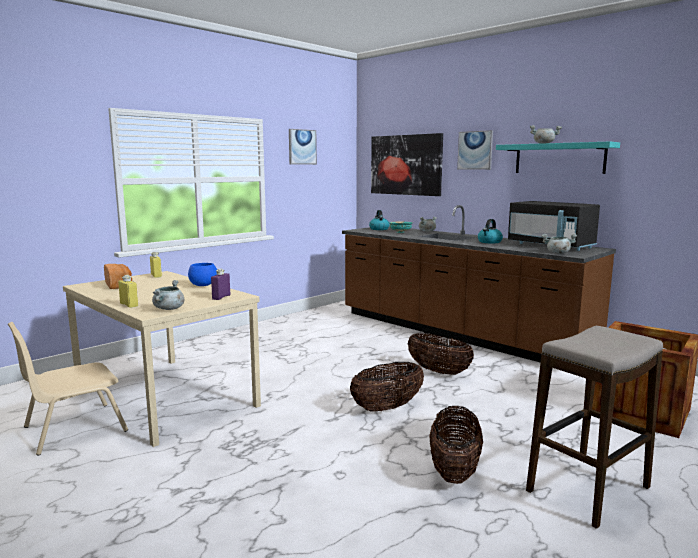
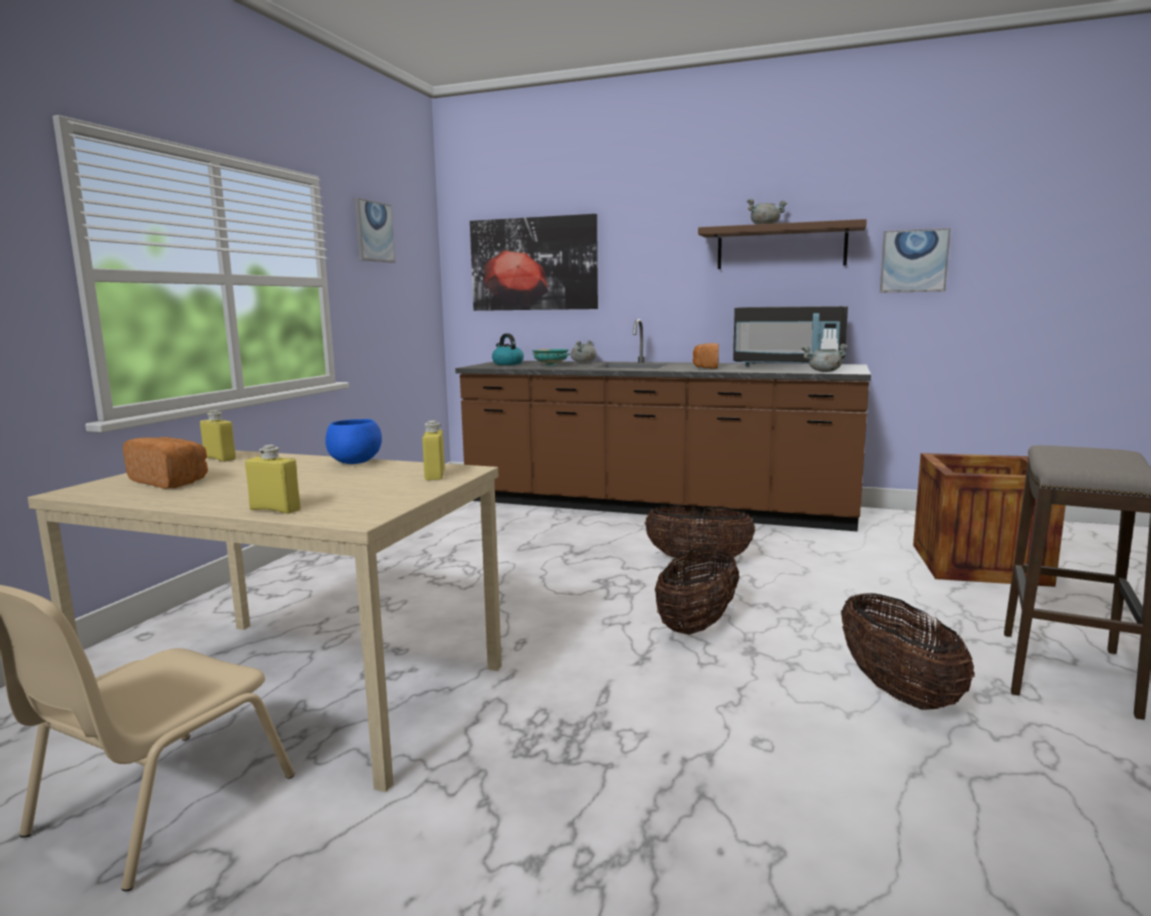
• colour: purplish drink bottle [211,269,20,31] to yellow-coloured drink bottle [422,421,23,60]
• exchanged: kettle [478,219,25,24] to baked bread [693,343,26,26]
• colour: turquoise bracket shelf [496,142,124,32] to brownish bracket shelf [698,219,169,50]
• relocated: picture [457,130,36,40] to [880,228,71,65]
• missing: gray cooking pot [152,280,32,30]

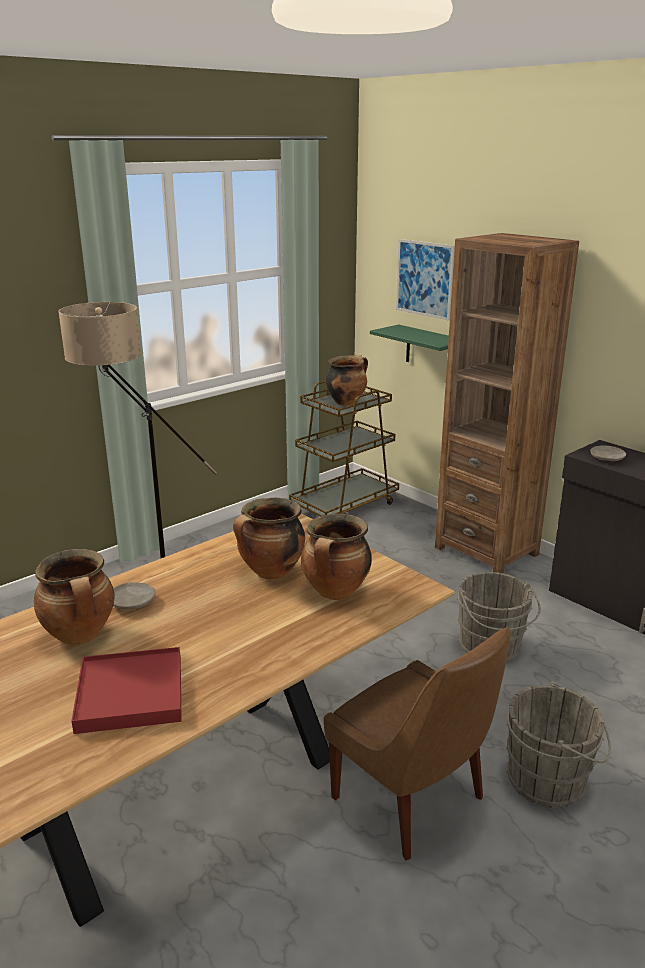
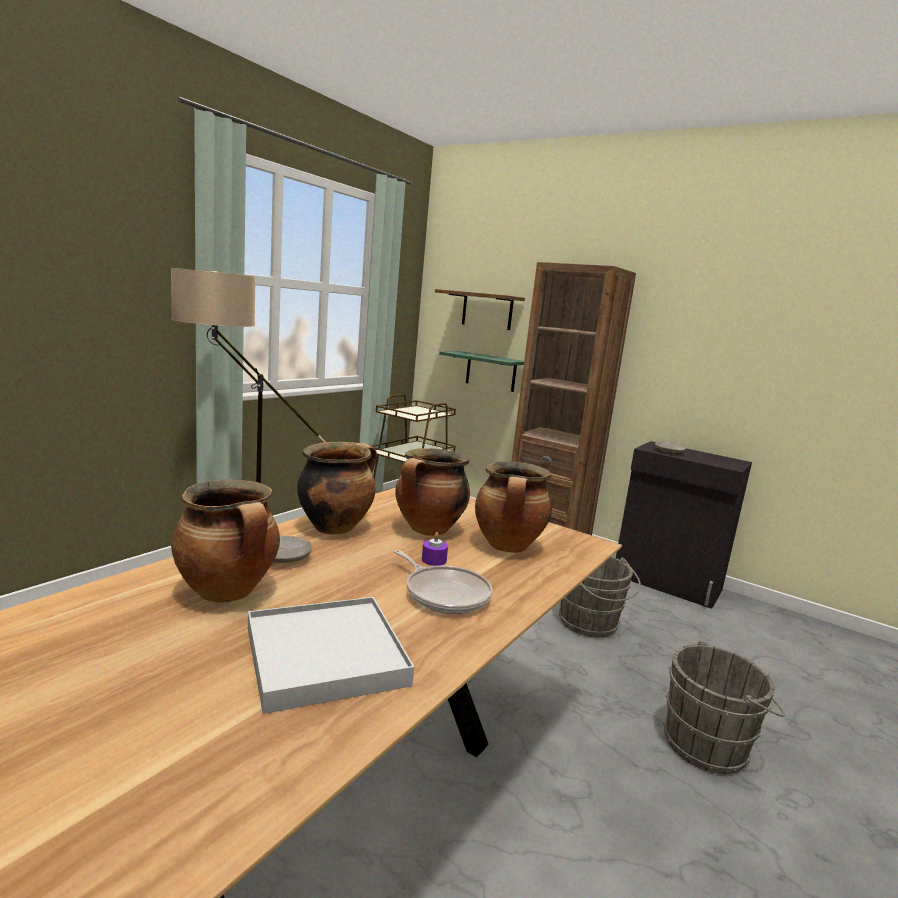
• colour: red-coloured serving tray [71,647,111,87] to white serving tray [248,597,166,117]
• relocated: cooking pot [326,355,42,51] to [297,442,80,93]
• appeared: skillet [394,550,99,64]
• appeared: purplish wax candle [422,532,26,34]
• exchanged: picture [396,239,59,82] to brownish bracket shelf [435,289,90,41]
• missing: brownish plain chair [324,627,187,233]

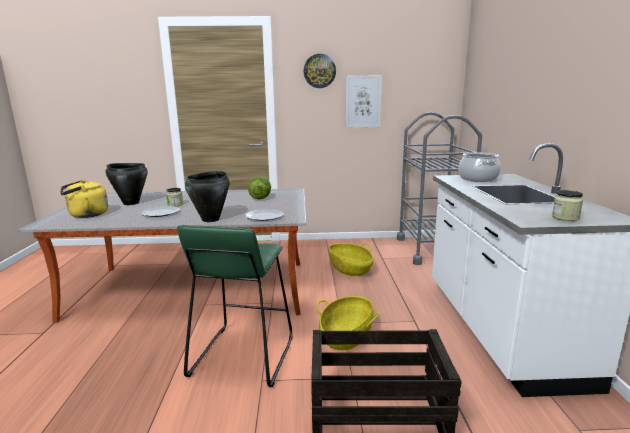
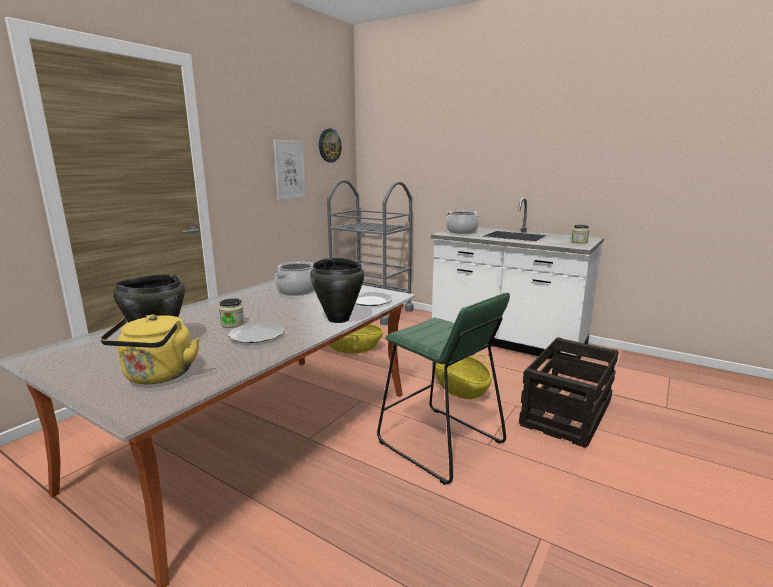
• exchanged: lettuce [248,177,23,22] to cooking pot [275,262,40,33]
• relocated: hanging clock [304,54,32,34] to [319,128,23,34]

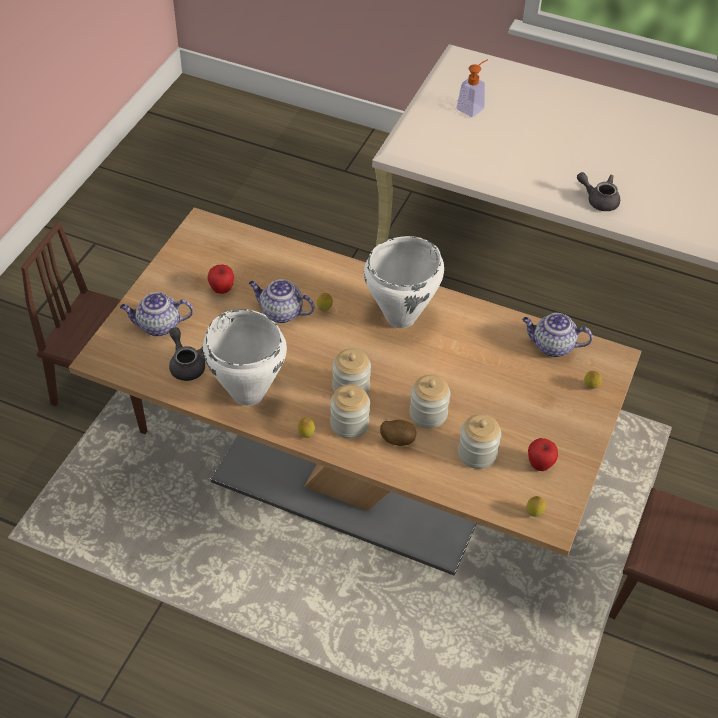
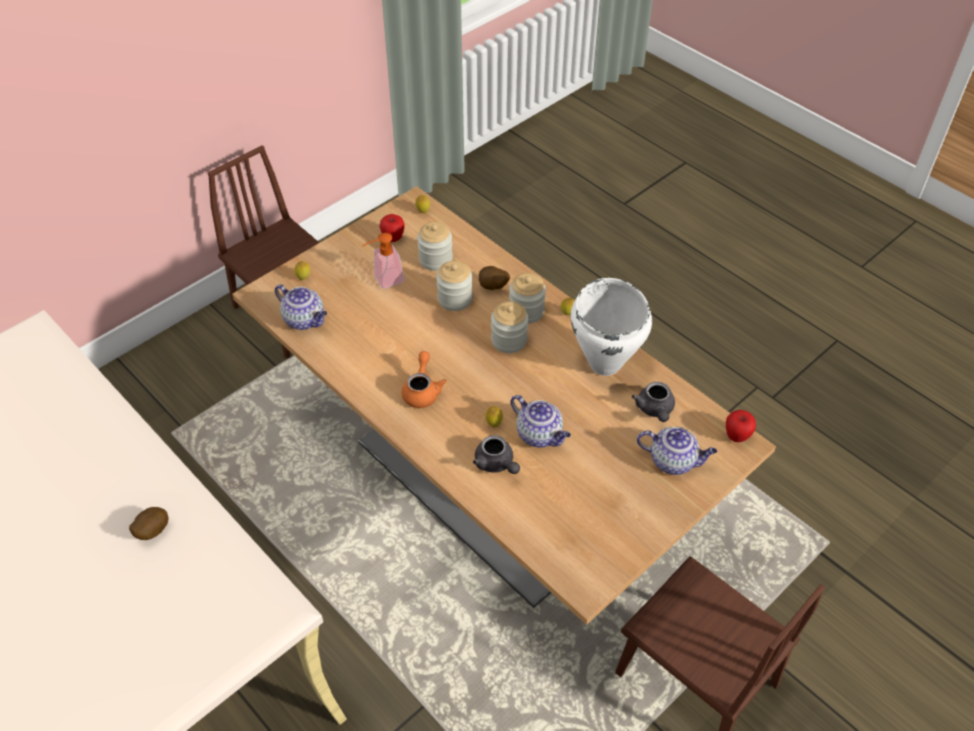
• appeared: potato [129,507,40,33]
• relocated: soap dispenser [456,59,32,58] to [362,233,42,56]
• exchanged: white cooking pot [364,236,80,92] to orangey pot for tea [401,351,46,57]
• relocated: gray pot for tea [577,172,43,39] to [473,435,47,39]
• relocated: whole apple [208,264,26,30] to [726,410,30,32]

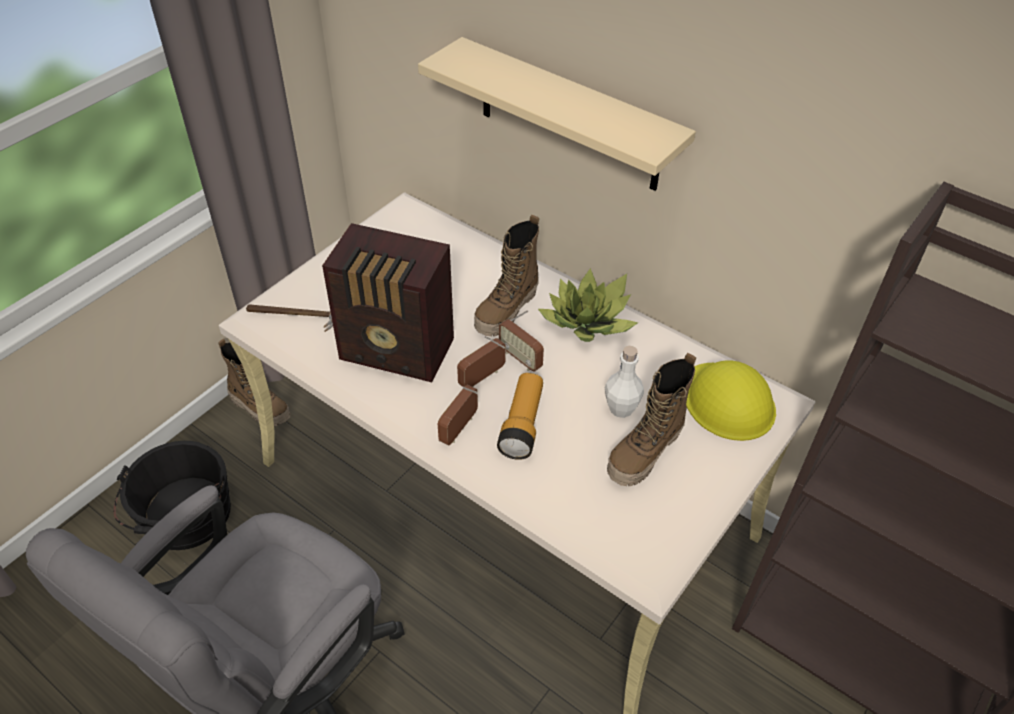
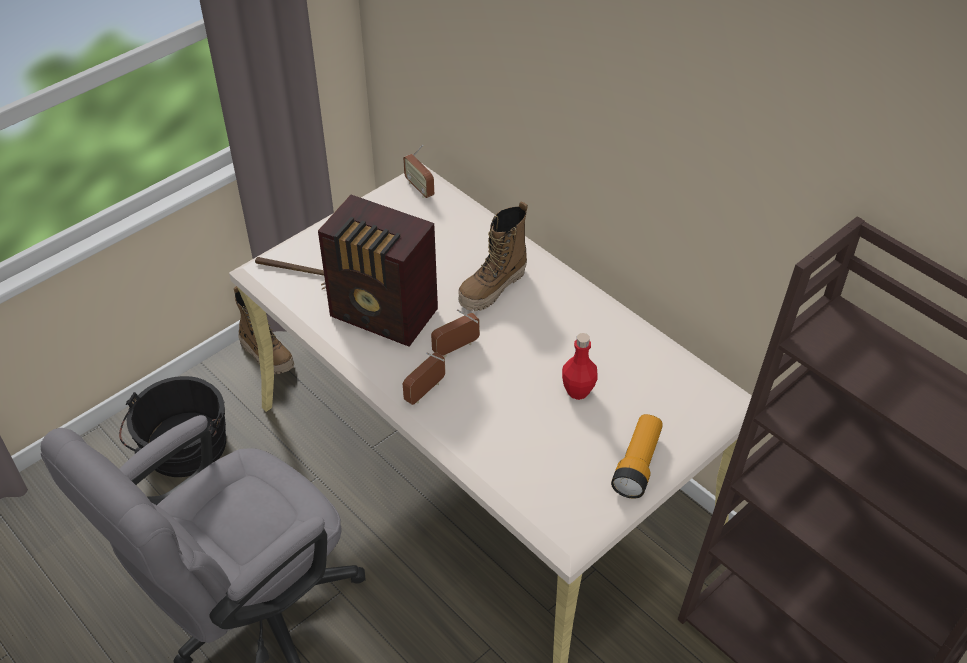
• relocated: radio set [499,310,45,62] to [403,145,31,53]
• colour: white drink bottle [605,346,39,72] to red-coloured drink bottle [562,333,36,67]
• relocated: torch [497,373,46,87] to [611,414,52,85]
• missing: sand-coloured bracket shelf [418,37,278,154]
• missing: potted plant [538,268,100,74]
• missing: boot [607,353,89,133]
• missing: yellow-coloured hard hat [686,360,90,81]

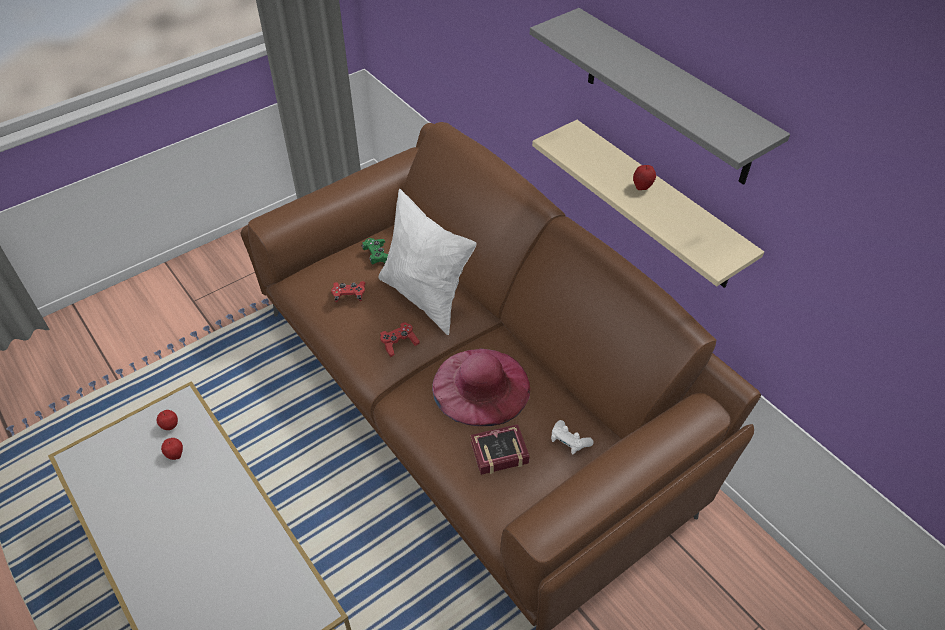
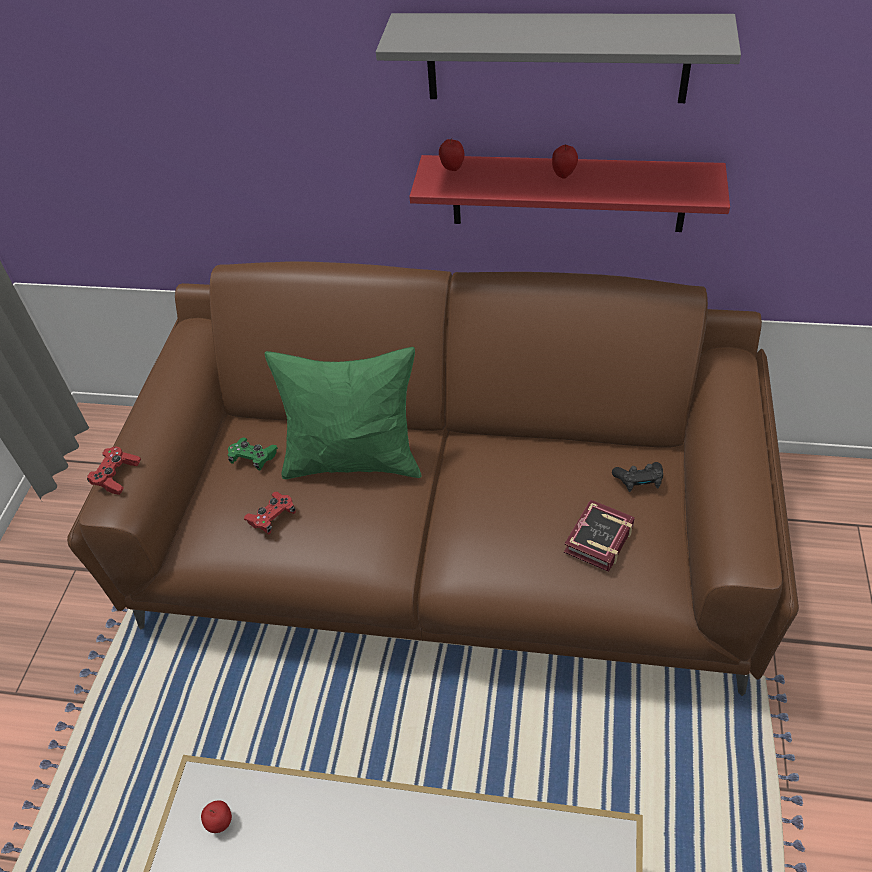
• relocated: red-coloured joypad [380,322,40,35] to [87,447,54,48]
• colour: white throw pillow [378,189,99,146] to green-coloured throw pillow [265,347,157,132]
• colour: sand-coloured bracket shelf [532,120,232,168] to red-coloured bracket shelf [409,155,321,77]
• relocated: whole apple [161,438,22,22] to [439,137,25,34]
• colour: white joypad [551,420,43,35] to black-coloured joypad [612,462,51,30]
• missing: pinkish hat [432,349,98,77]

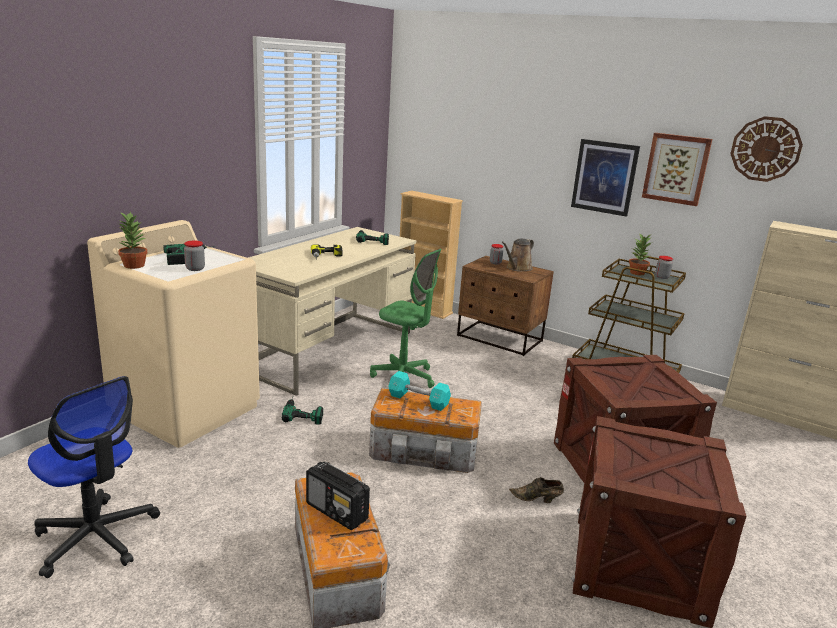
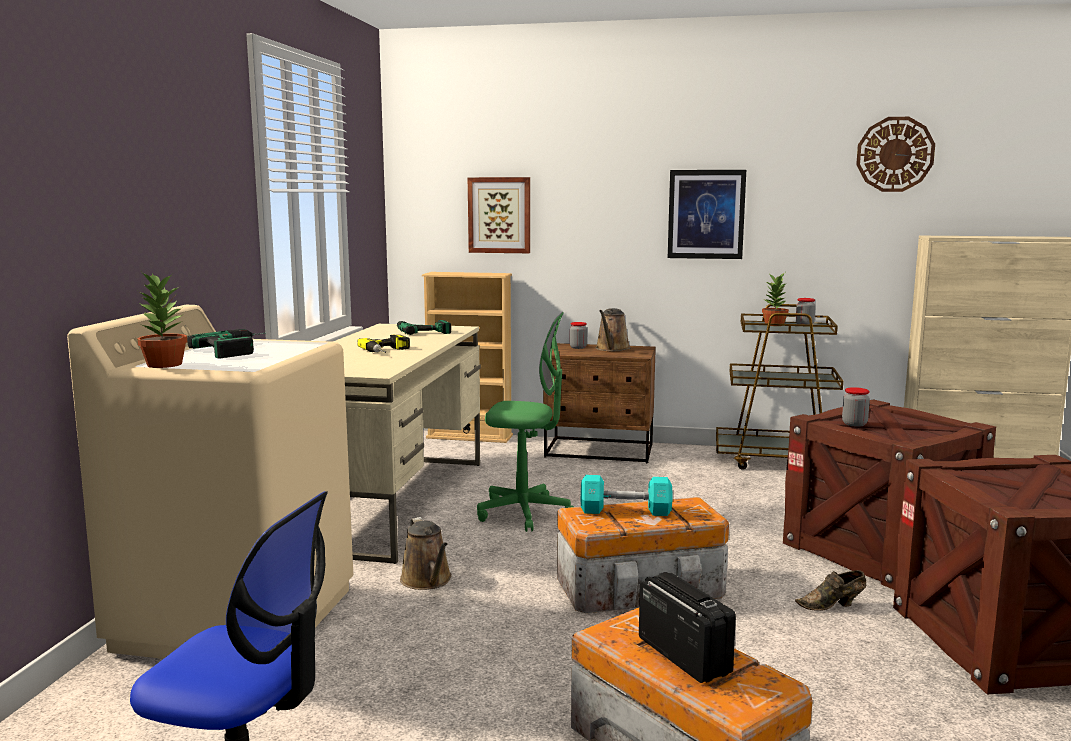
• exchanged: drill [282,397,41,28] to brownish watering can [400,517,52,73]
• relocated: picture [642,133,70,73] to [468,177,62,76]
• spun: radio set [306,462,64,68] = [639,572,97,111] 135 degrees counterclockwise
• relocated: jar [184,241,21,30] to [842,387,28,40]

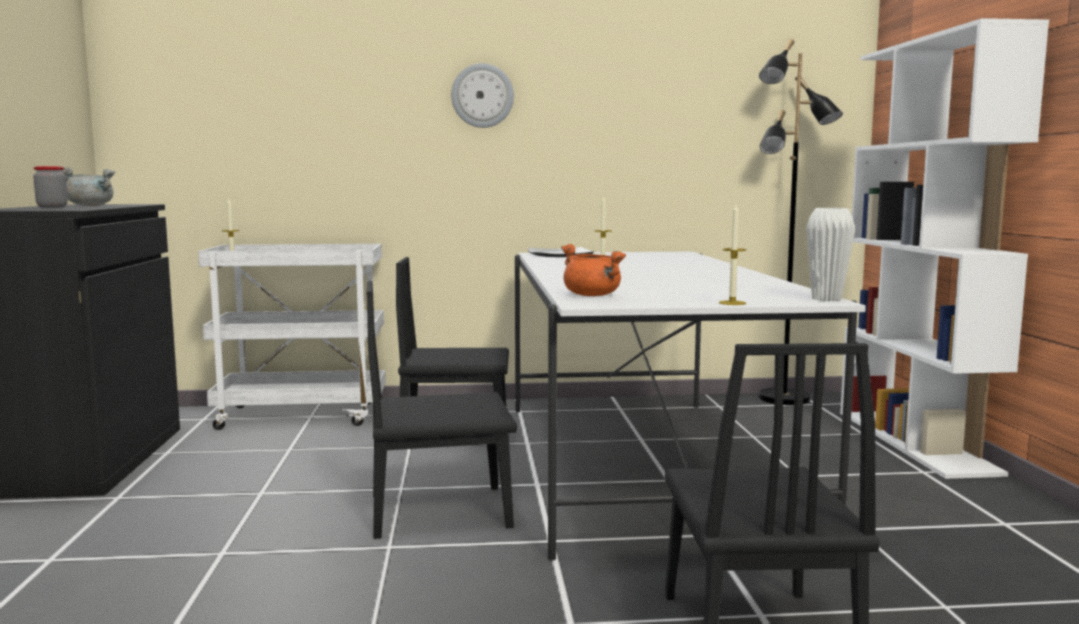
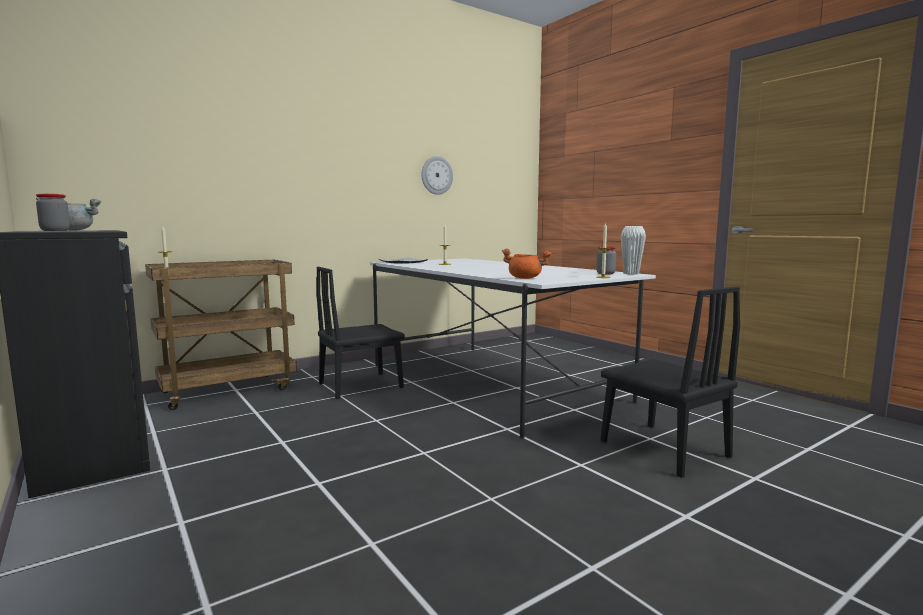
• colour: white wheeled cart [198,244,188,186] to brownish wheeled cart [145,260,152,150]
• relocated: hanging clock [451,63,63,65] to [421,156,32,39]
• appeared: jar [596,246,20,28]
• missing: black-coloured plain chair [367,281,150,258]
• missing: black-coloured standard lamp [759,39,84,366]
• missing: white shelving unit [840,18,209,461]

